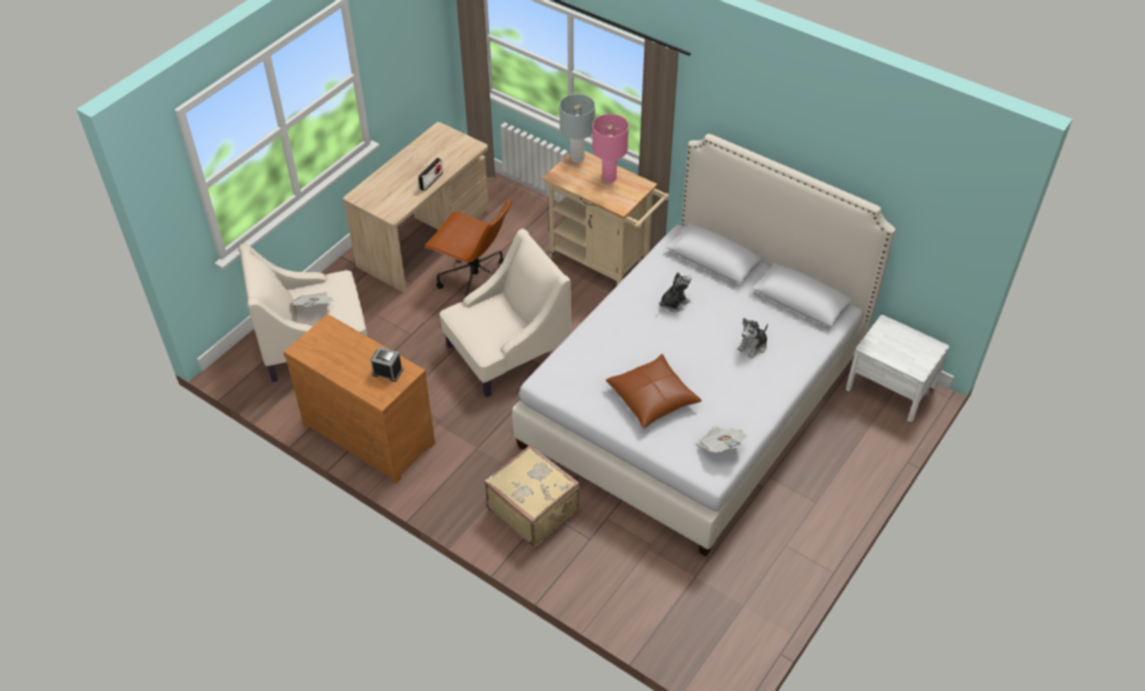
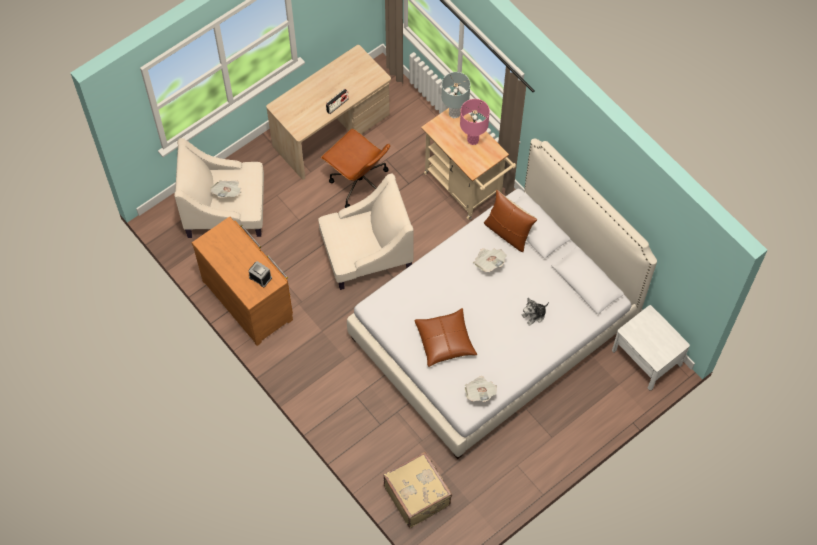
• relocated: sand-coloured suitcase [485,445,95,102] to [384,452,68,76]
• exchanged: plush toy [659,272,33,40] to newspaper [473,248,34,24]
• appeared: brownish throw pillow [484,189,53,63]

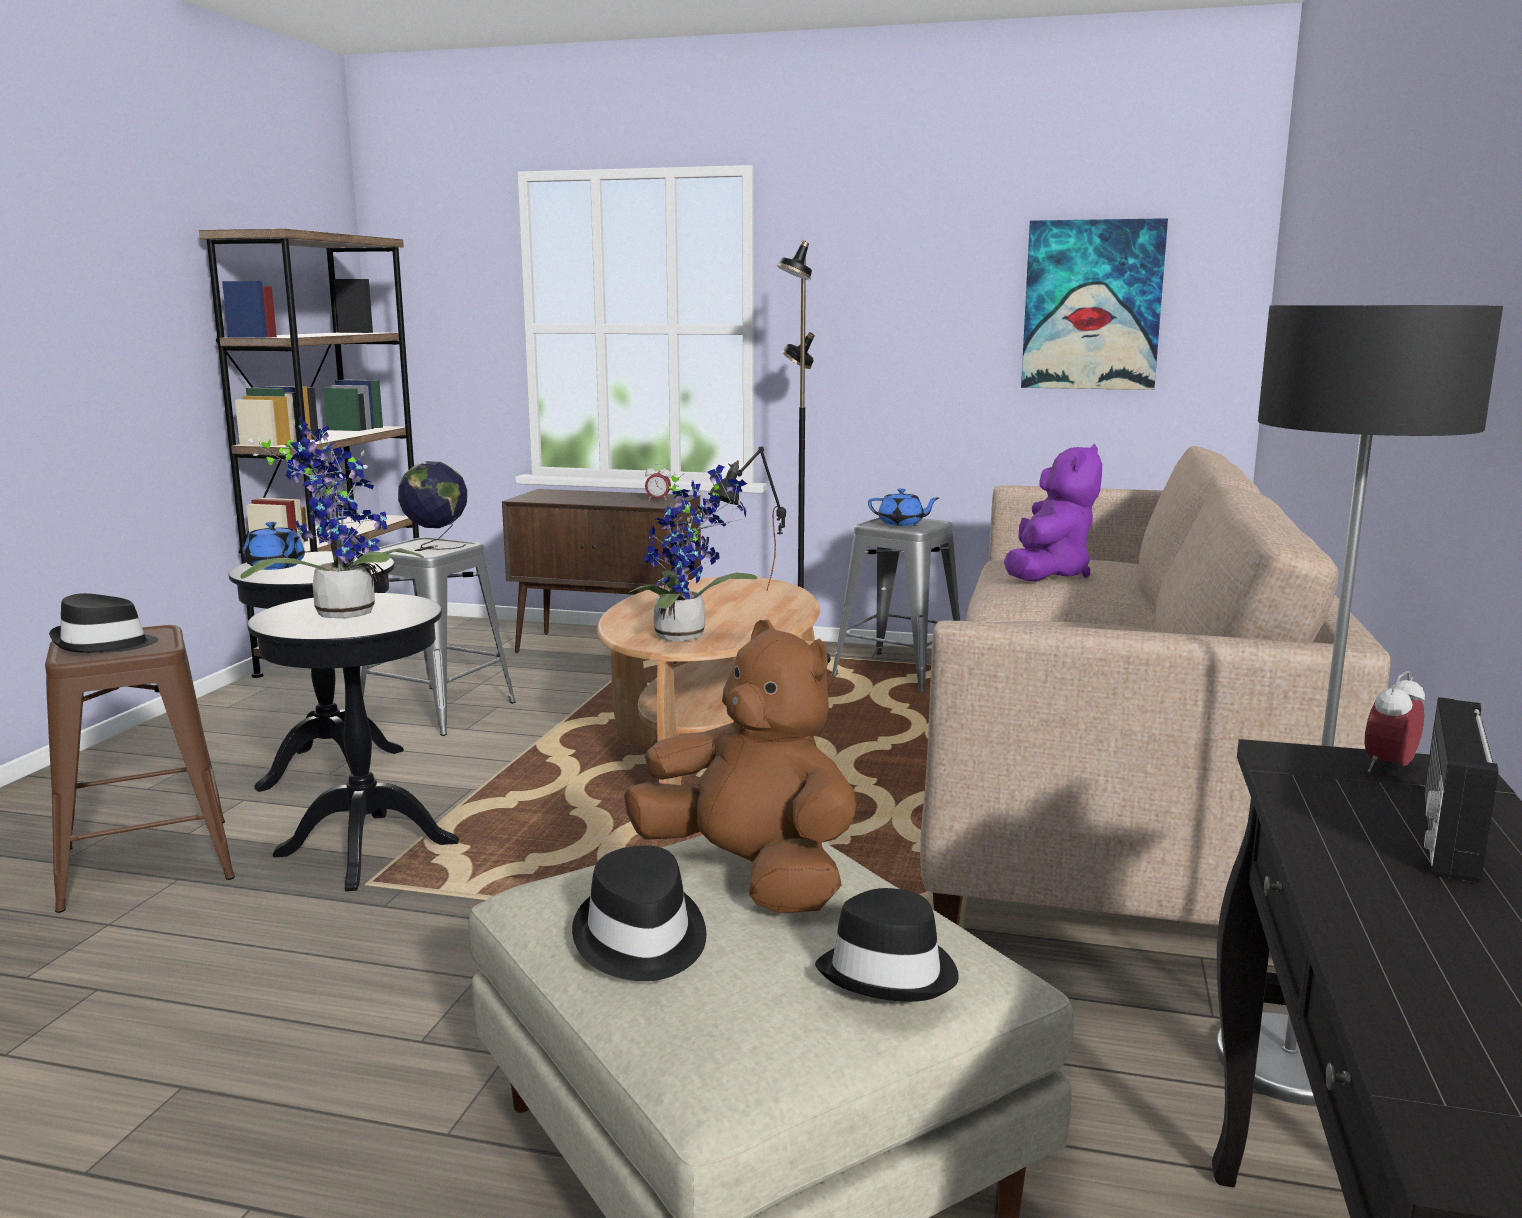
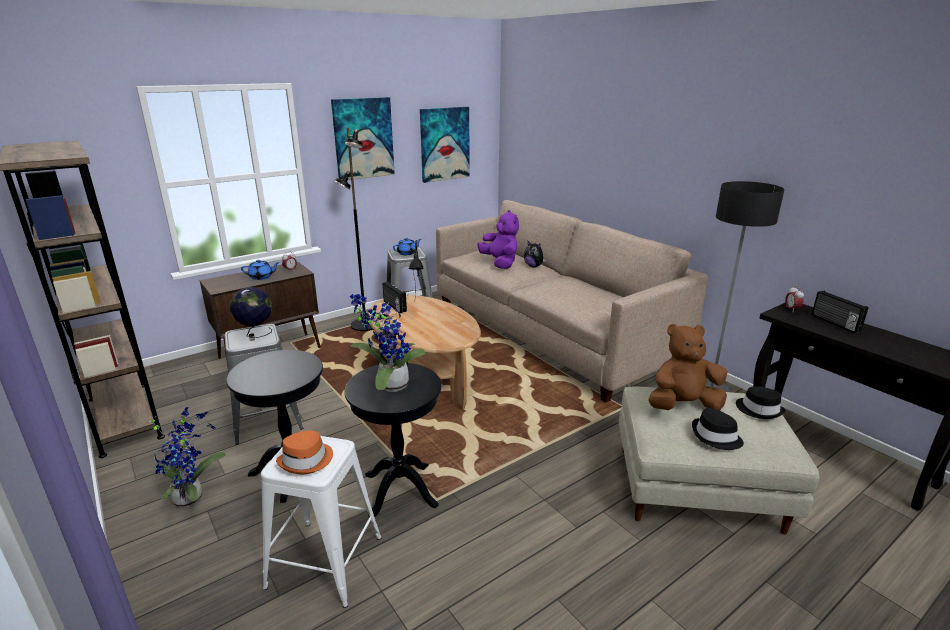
• relocated: potted plant [629,465,128,176] to [149,407,77,101]
• relocated: bluish pot for tea [243,522,62,48] to [241,260,39,20]
• colour: brownish sitting stool [45,625,190,288] to white sitting stool [261,436,120,172]
• colour: black-coloured hat [49,593,109,60] to orangey hat [276,430,57,44]
• appeared: picture [331,97,64,83]
• appeared: radio set [382,282,25,31]
• appeared: plush toy [524,241,23,26]

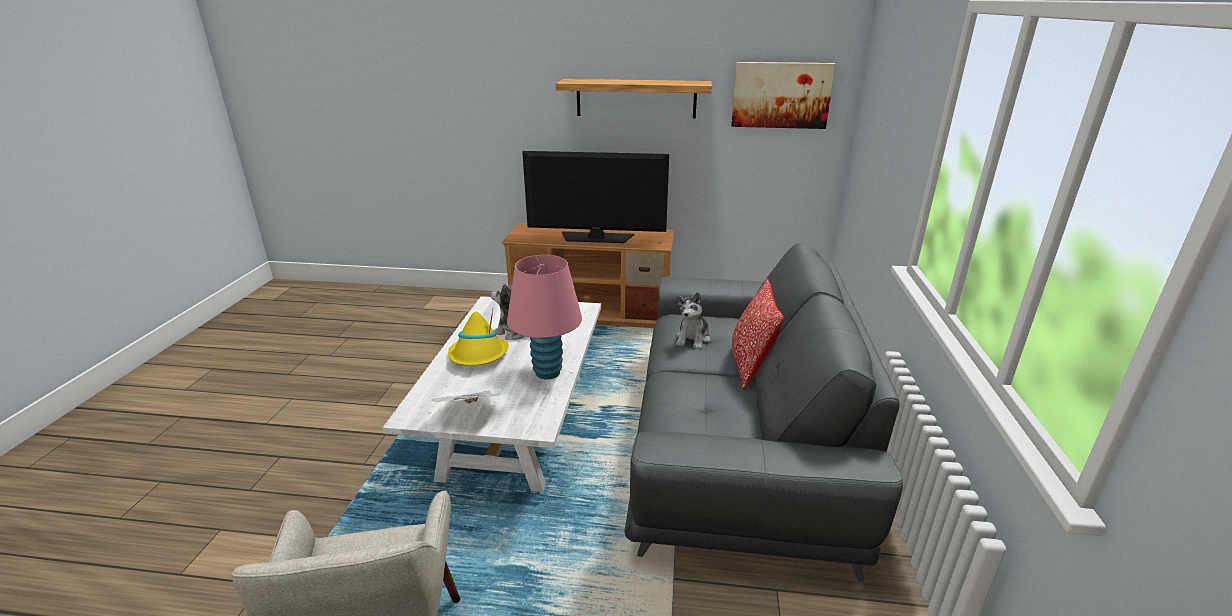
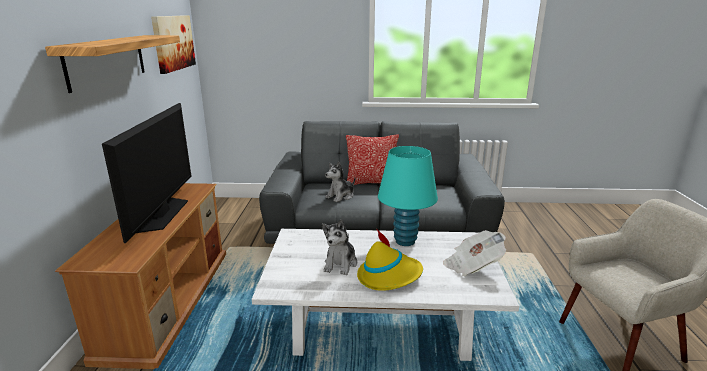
• spun: plush toy [676,292,35,58] = [325,161,30,41] 120 degrees clockwise
• colour: pinkish lamp for a table [507,255,75,124] to turquoise lamp for a table [378,146,60,100]

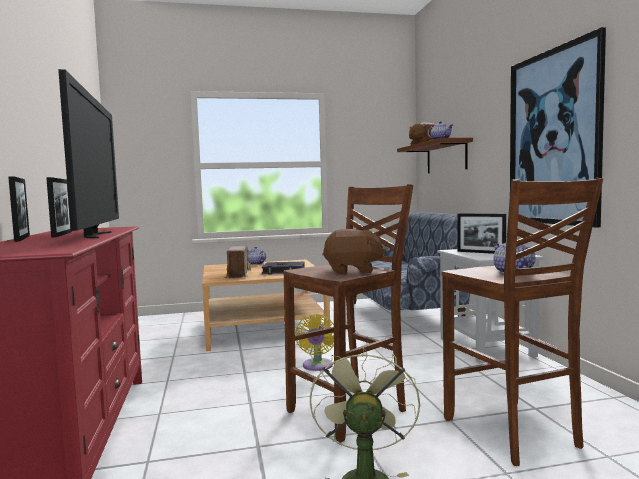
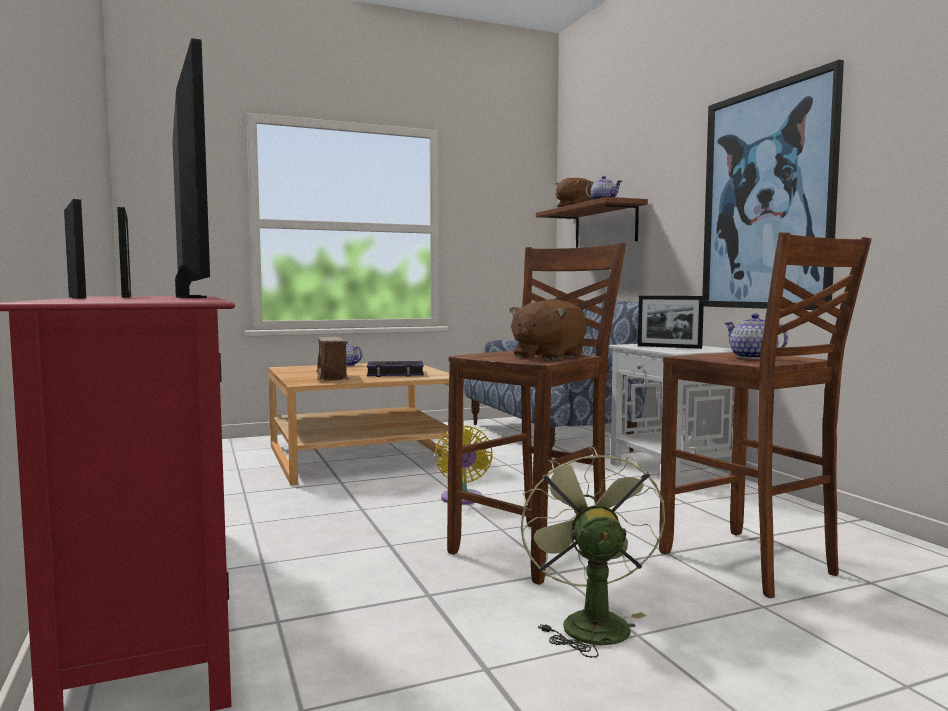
• spun: brownish plush toy [323,229,64,45] = [509,299,77,61] 135 degrees clockwise

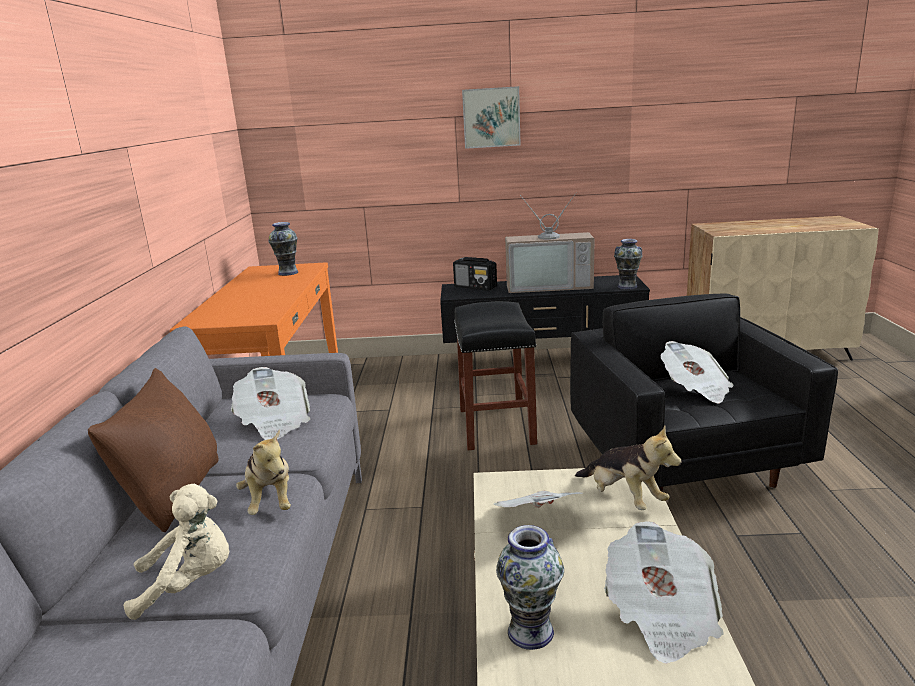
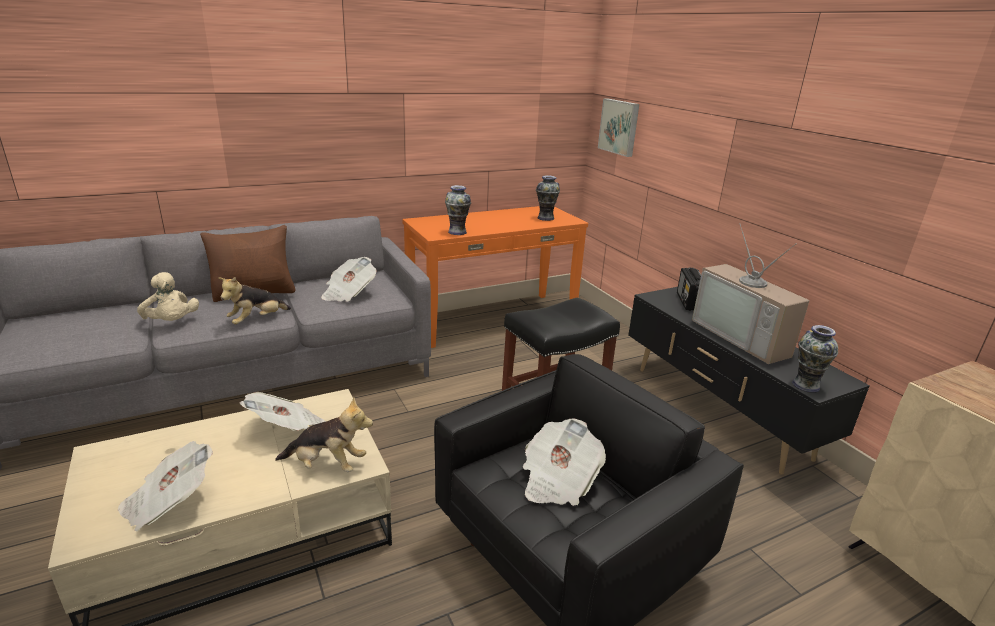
• spun: plush toy [575,426,106,84] = [275,397,98,75] 105 degrees counterclockwise
• relocated: decorative vase [496,525,68,125] to [445,185,26,50]
• relocated: picture [462,86,59,63] to [598,99,41,58]

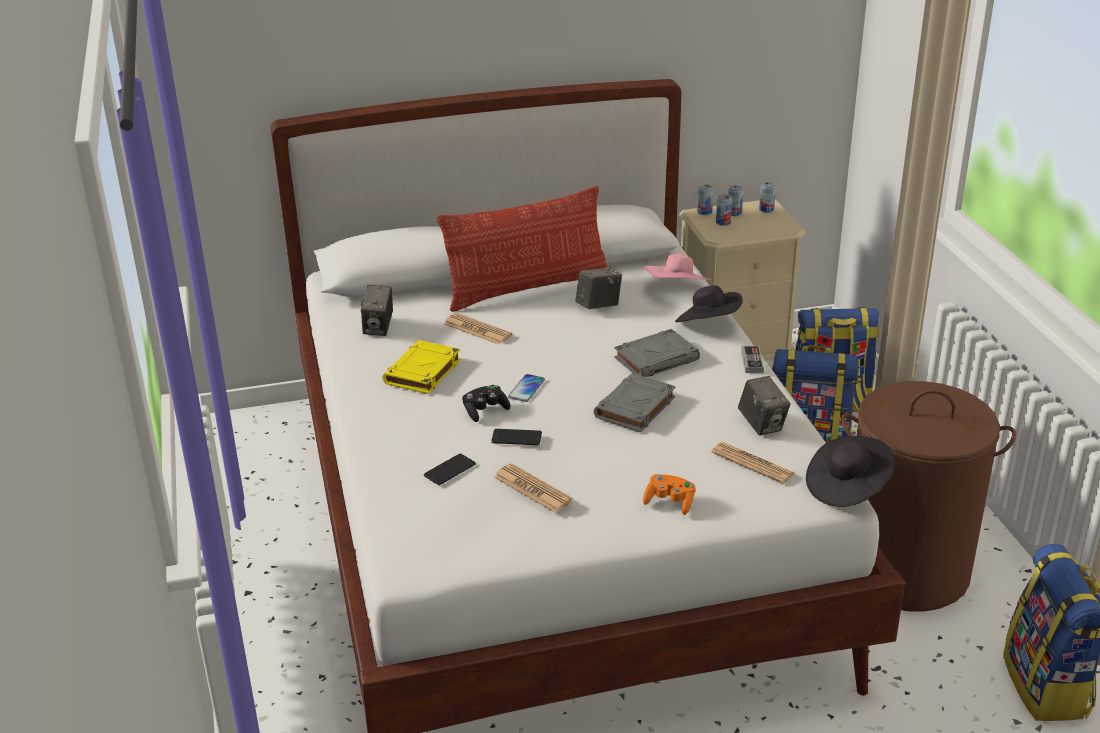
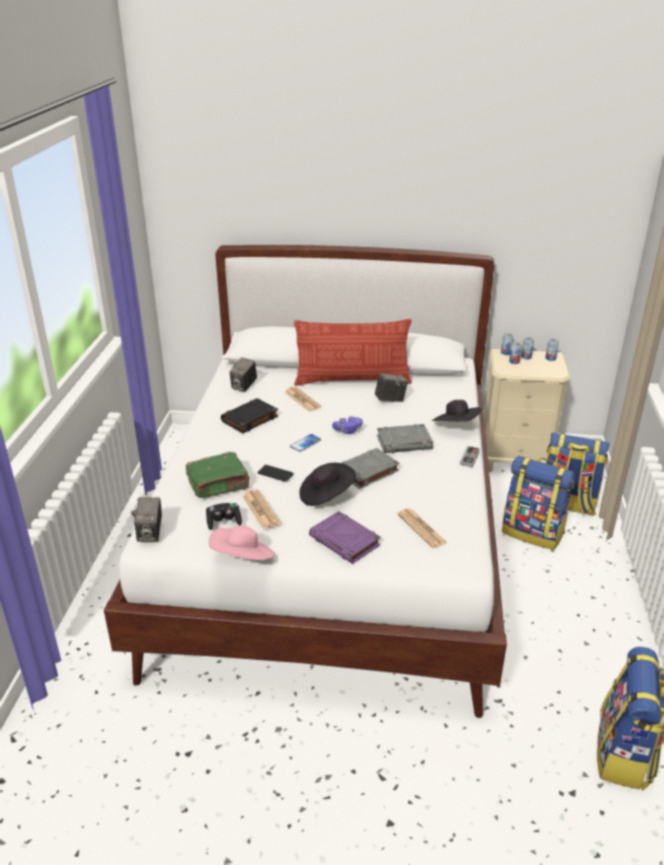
• relocated: still camera [738,376,53,60] to [134,497,28,45]
• exchanged: phone [424,454,52,31] to green-coloured volume [185,452,65,46]
• relocated: black-coloured joypad [462,385,48,37] to [206,503,36,27]
• relocated: pinkish hat [644,254,67,26] to [209,525,66,35]
• colour: yellow-coloured volume [382,340,79,54] to black-coloured volume [221,398,57,35]
• relocated: black-coloured hat [806,436,89,71] to [300,463,56,43]
• exchanged: orangey joypad [643,474,52,41] to purplish volume [309,511,72,53]
• appeared: purplish joypad [332,416,31,18]
• missing: brownish hamper [841,381,175,231]

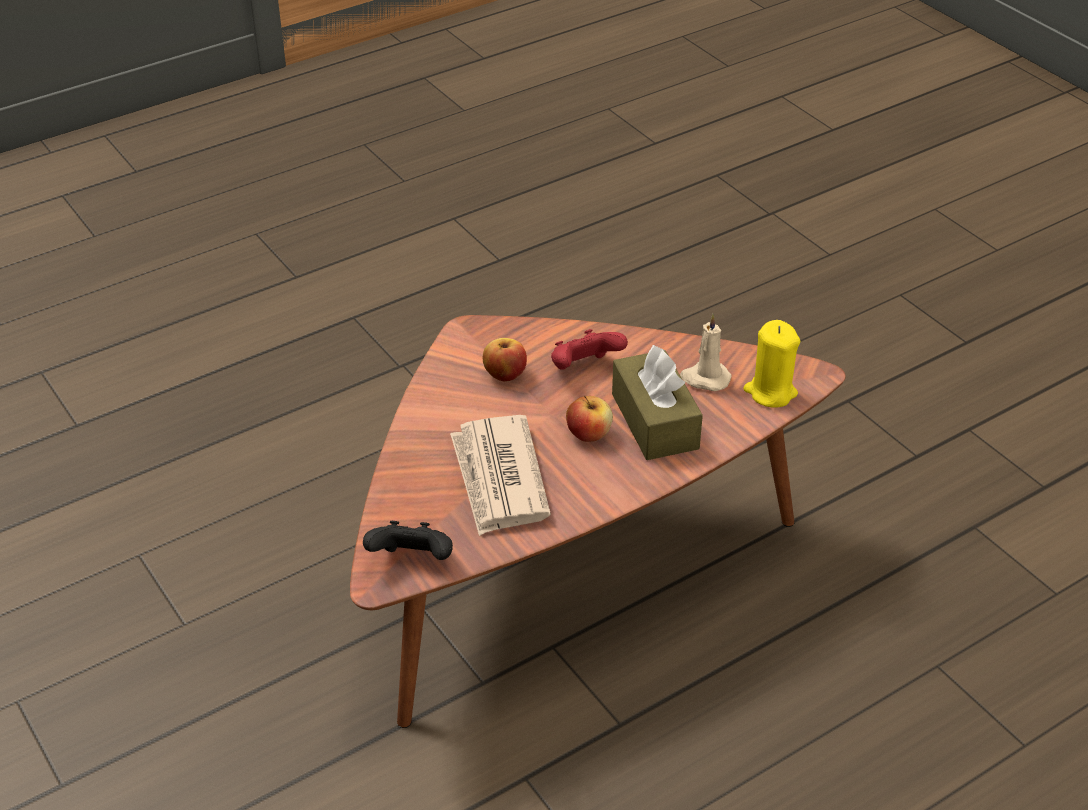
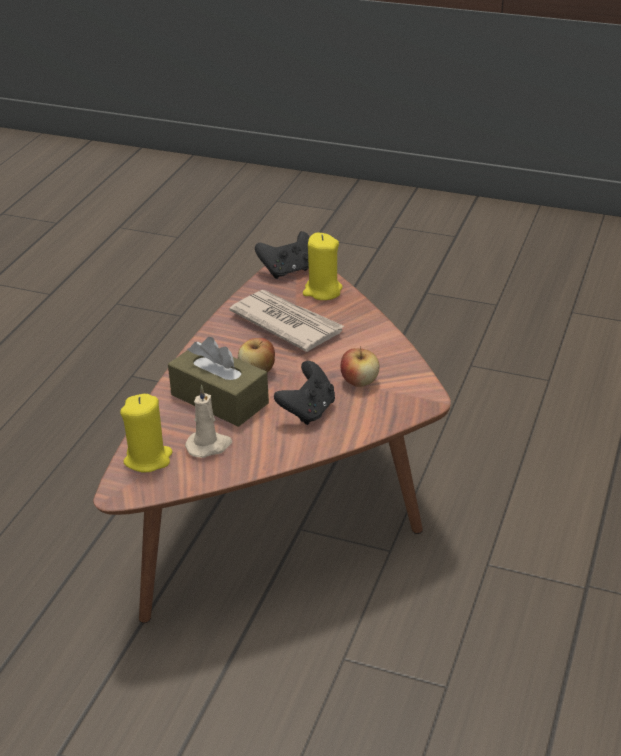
• colour: red-coloured joypad [551,329,77,40] to black-coloured joypad [274,361,61,64]
• appeared: yellow-coloured wax candle [303,232,40,68]

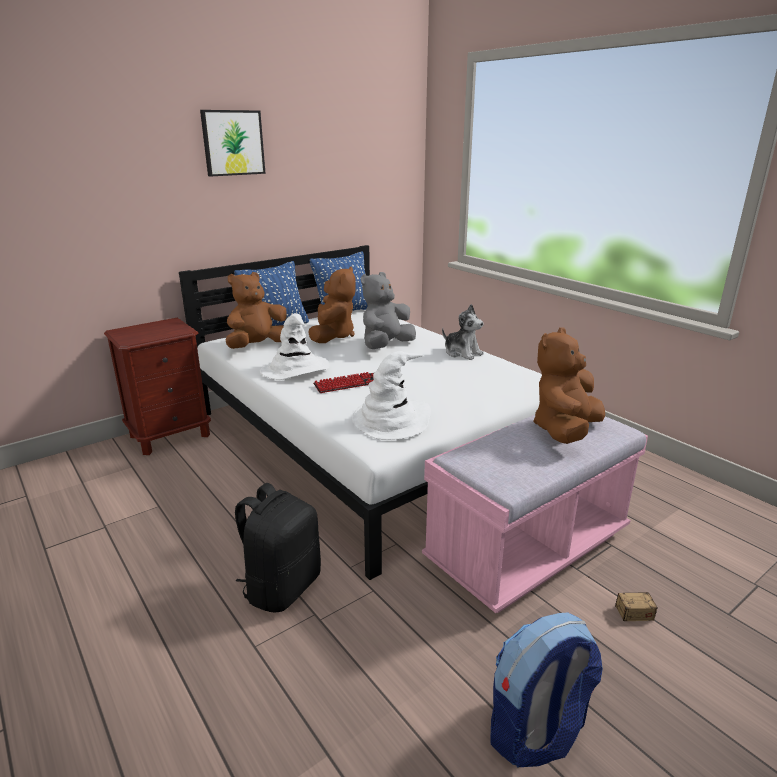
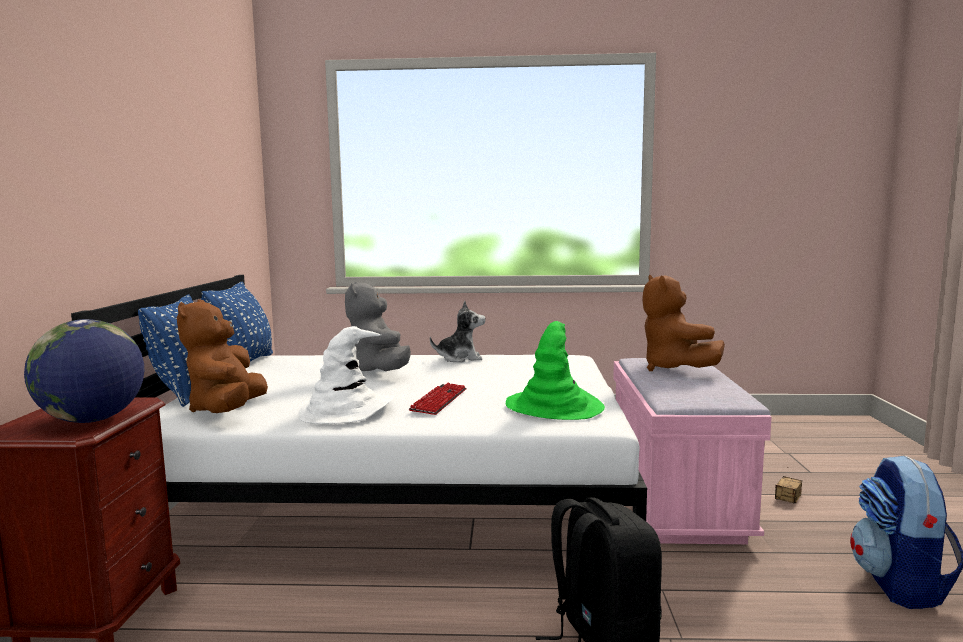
• appeared: globe [24,319,120,104]
• colour: white hat [352,351,79,89] to green-coloured hat [506,321,99,99]
• missing: picture [200,110,66,67]
• missing: brownish plush toy [308,267,48,76]

